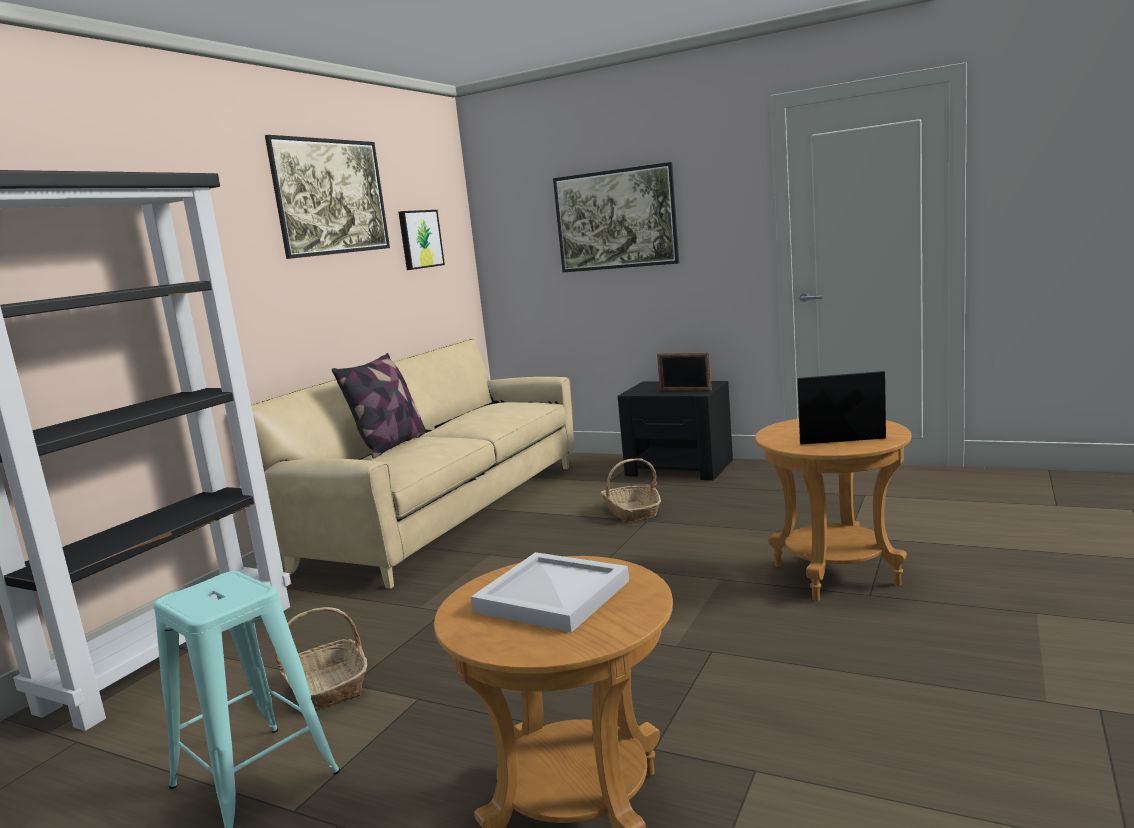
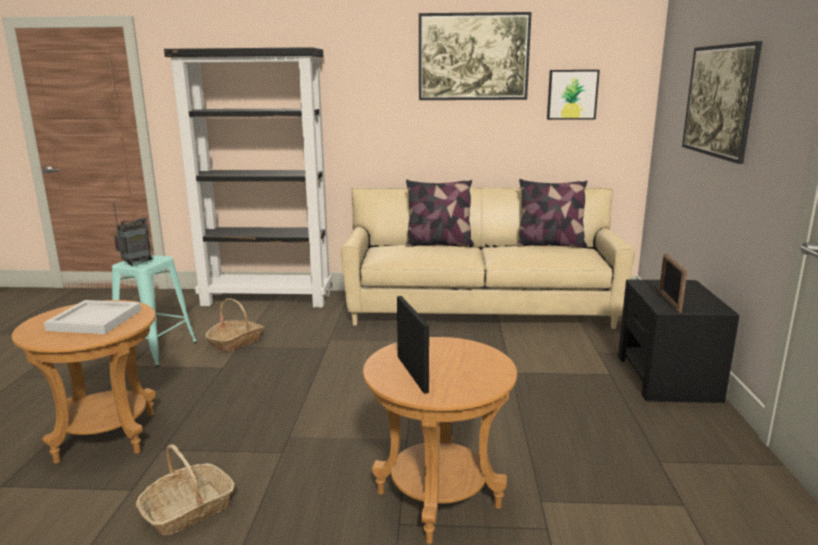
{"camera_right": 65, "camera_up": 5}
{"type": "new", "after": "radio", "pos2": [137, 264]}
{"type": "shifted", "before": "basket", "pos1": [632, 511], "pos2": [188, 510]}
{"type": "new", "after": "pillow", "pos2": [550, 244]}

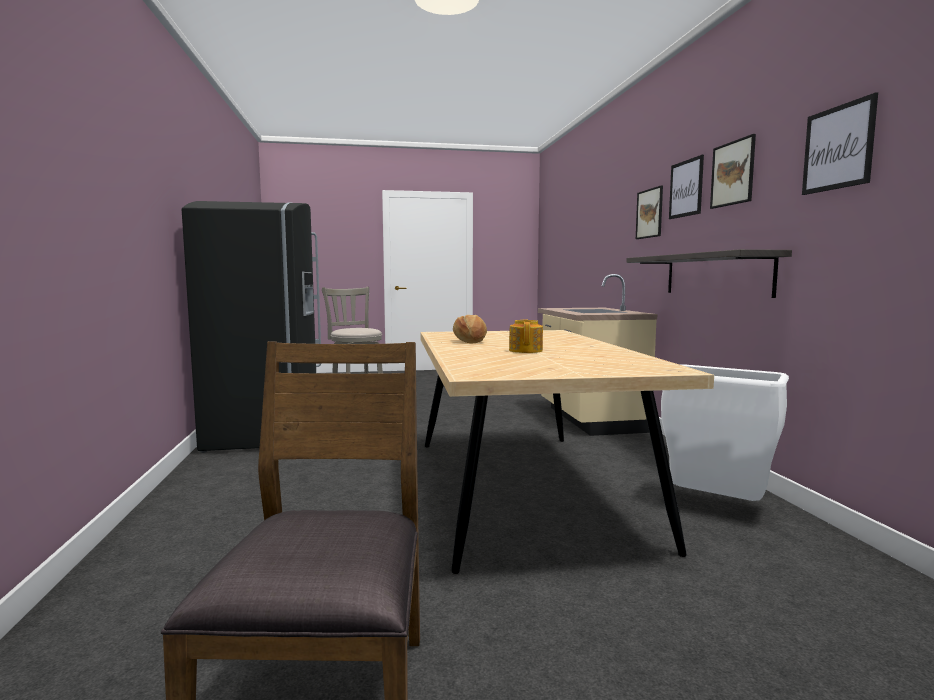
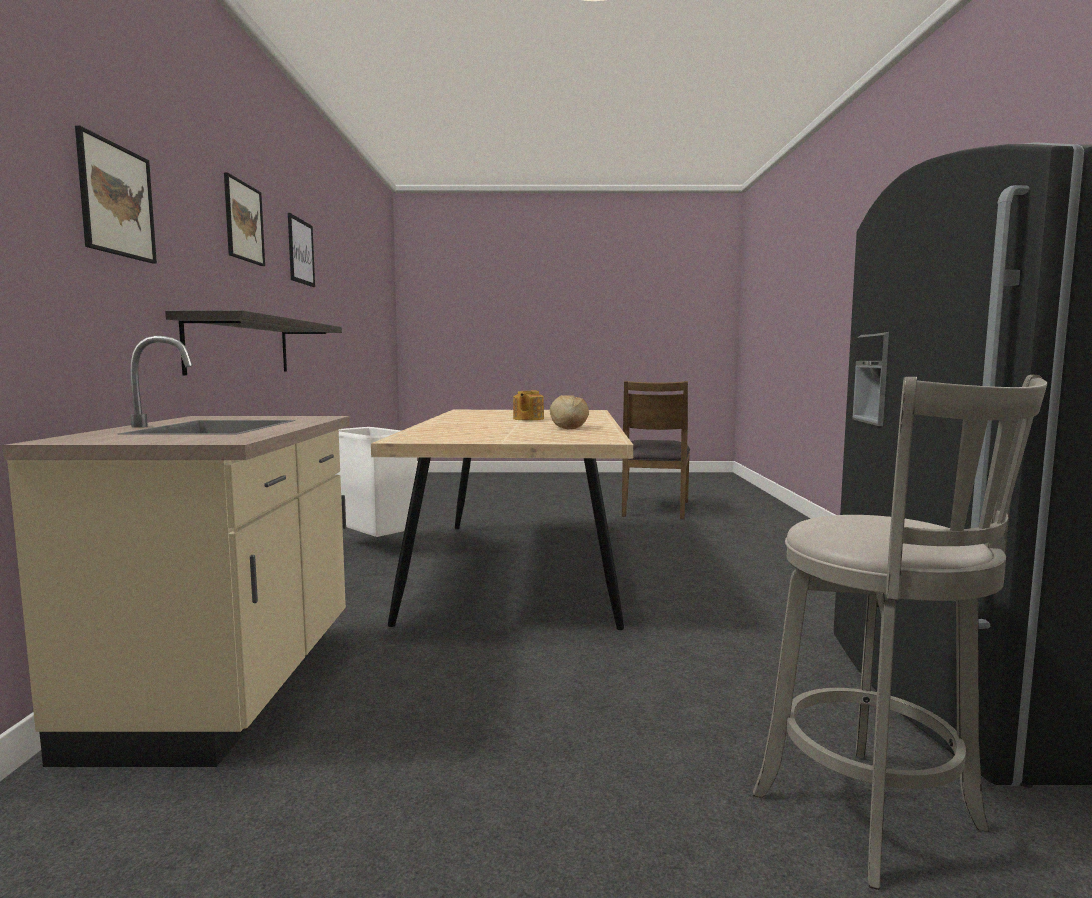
{"camera_right": -170, "camera_up": 0}
{"type": "gone", "before": "picture", "pos1": [686, 188]}

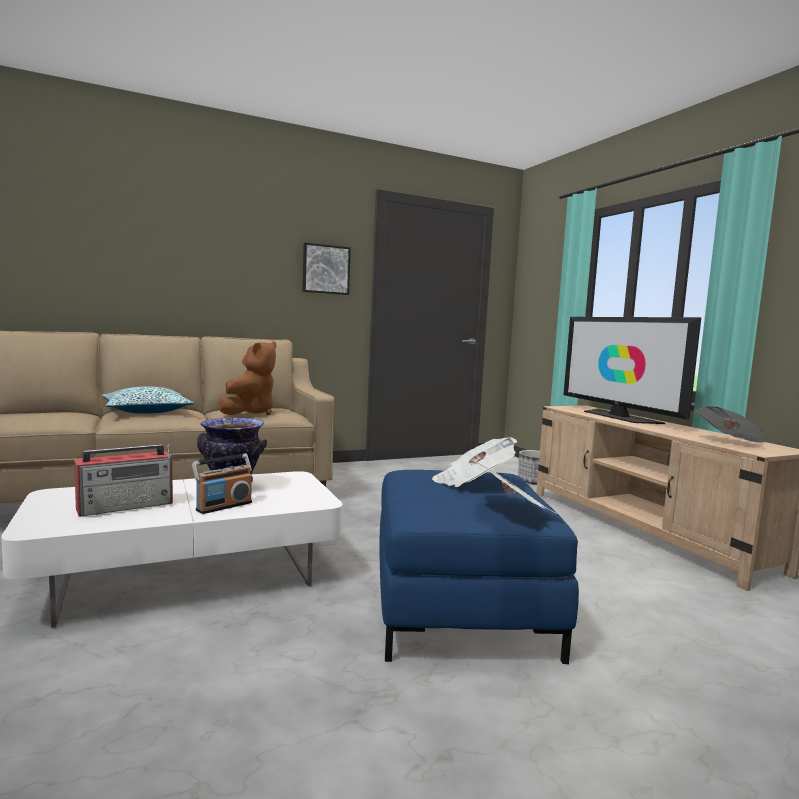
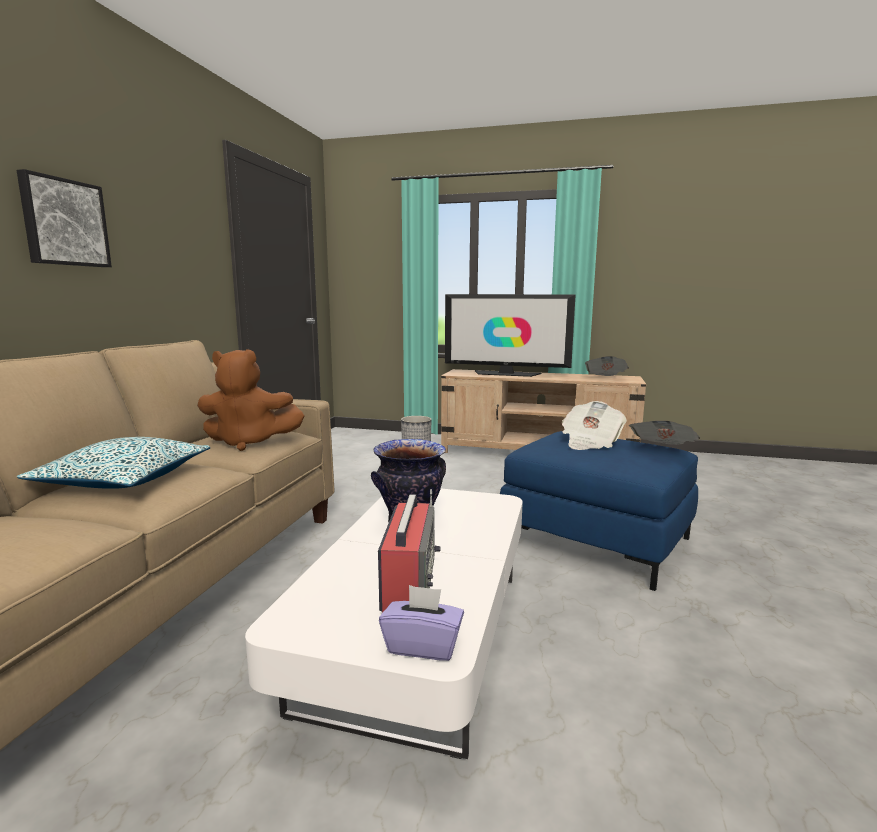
{"camera_right": -50, "camera_up": 5}
{"type": "shifted", "before": "picture", "pos1": [325, 269], "pos2": [64, 222]}
{"type": "rotated", "before": "plush toy (brown)", "pos1": [250, 413], "pos2": [249, 443], "turn": 120}
{"type": "new", "after": "tissue box (purple)", "pos2": [423, 645]}
{"type": "gone", "before": "radio", "pos1": [224, 506]}

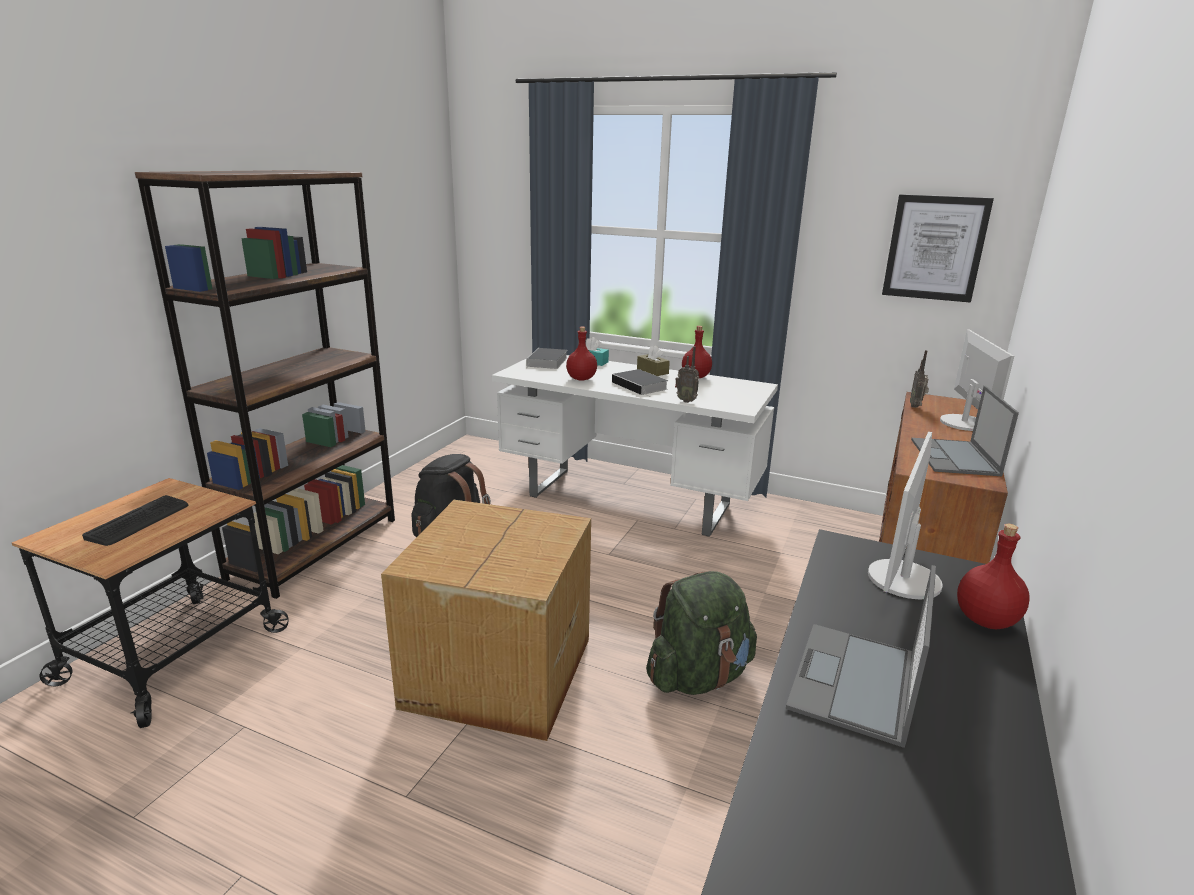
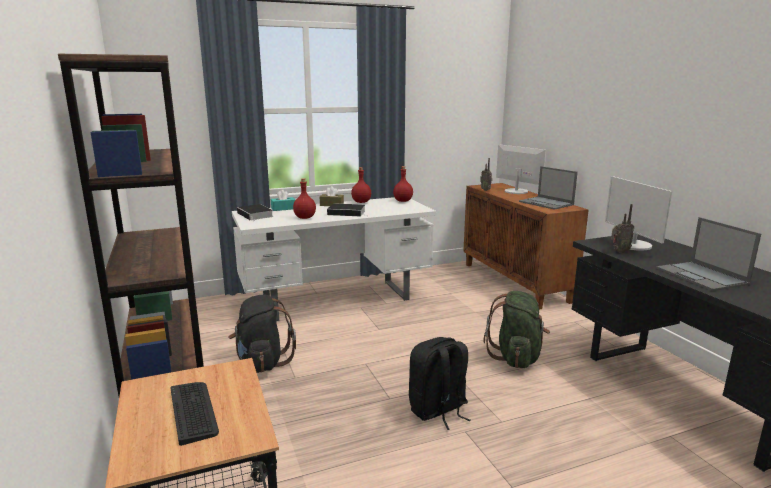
{"camera_right": -45, "camera_up": -5}
{"type": "shifted", "before": "bottle (red)", "pos1": [985, 619], "pos2": [402, 201]}
{"type": "swapped", "before": "cardboard box", "after": "backpack (black)", "pos1": [495, 673], "pos2": [438, 410]}
{"type": "shifted", "before": "radio", "pos1": [686, 401], "pos2": [619, 252]}
{"type": "gone", "before": "picture", "pos1": [935, 248]}

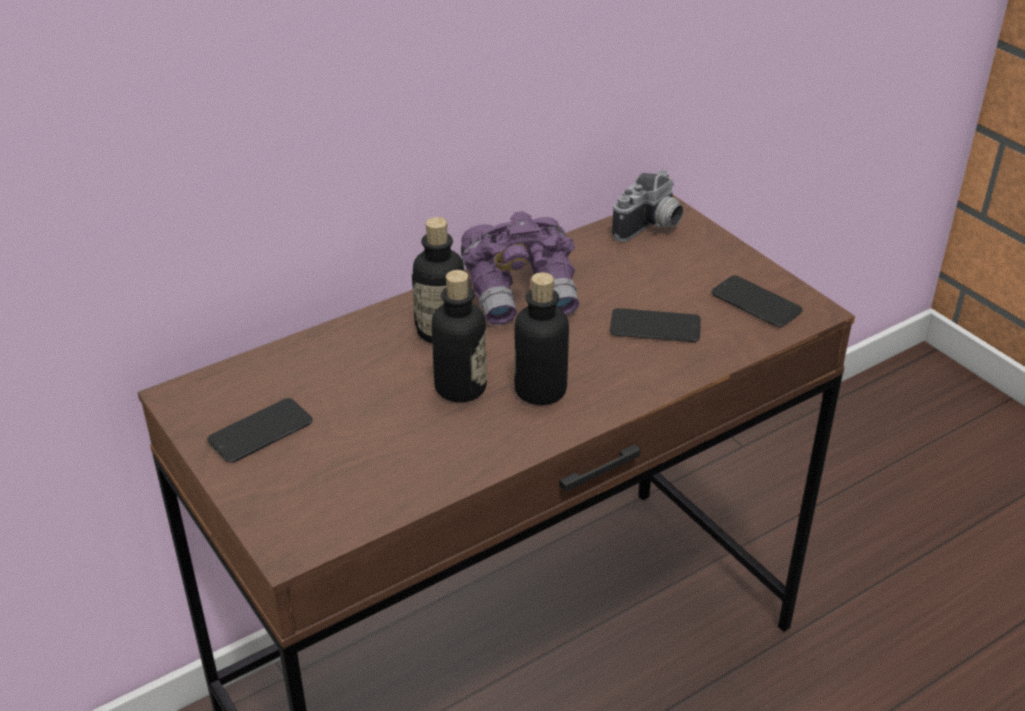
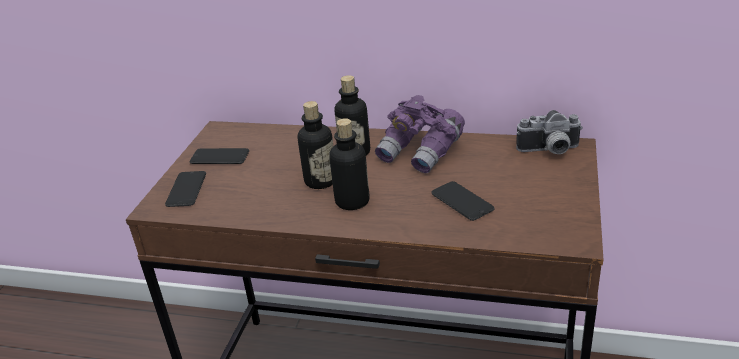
{"camera_right": 50, "camera_up": -5}
{"type": "shifted", "before": "phone", "pos1": [756, 302], "pos2": [186, 189]}

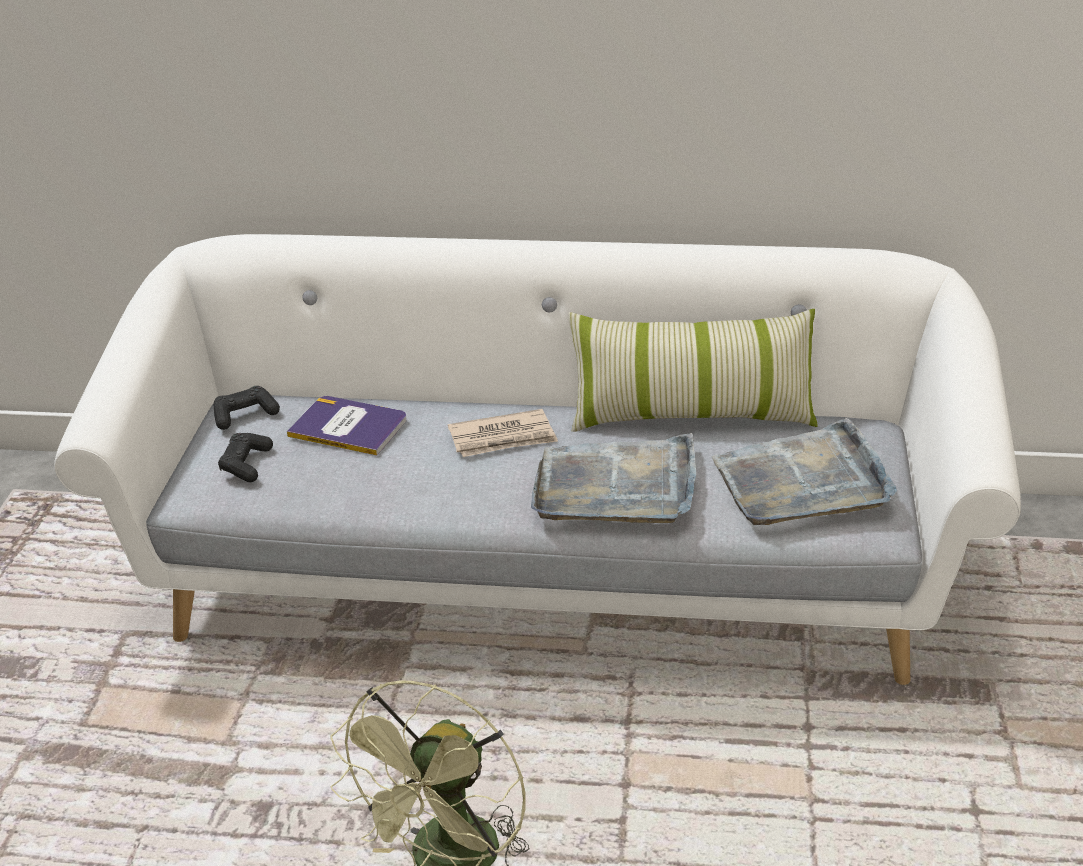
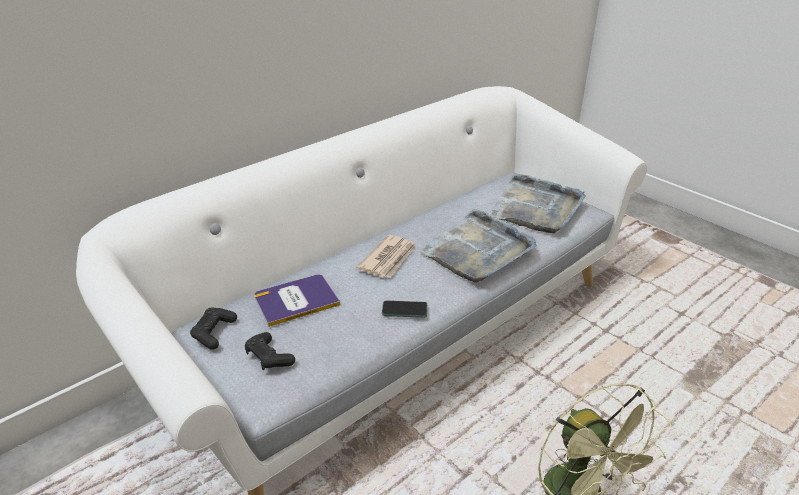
{"camera_right": -50, "camera_up": 0}
{"type": "new", "after": "phone", "pos2": [404, 310]}
{"type": "gone", "before": "pillow", "pos1": [691, 415]}

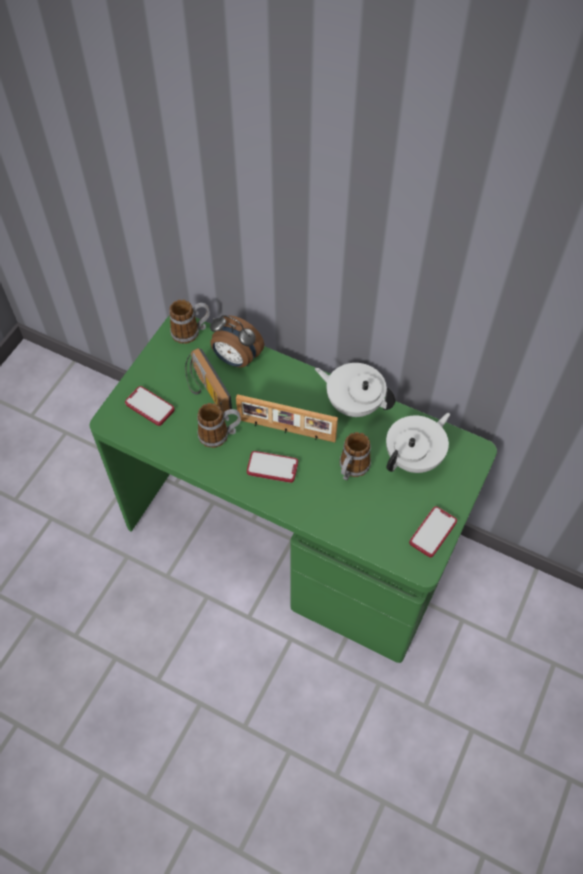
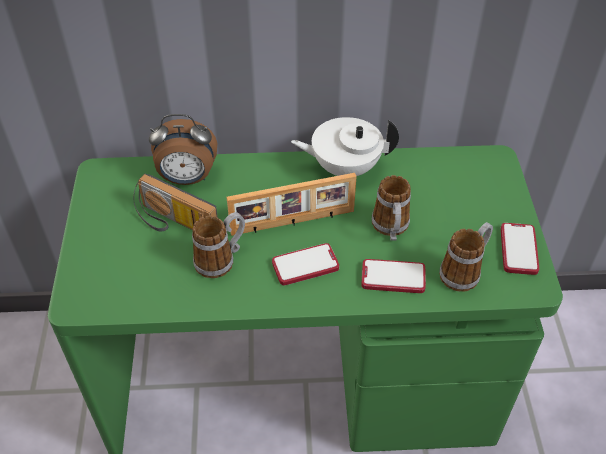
{"camera_right": -30, "camera_up": -10}
{"type": "shifted", "before": "phone", "pos1": [150, 406], "pos2": [393, 277]}
{"type": "shifted", "before": "mug", "pos1": [191, 332], "pos2": [464, 271]}
{"type": "gone", "before": "teapot (white)", "pos1": [414, 457]}

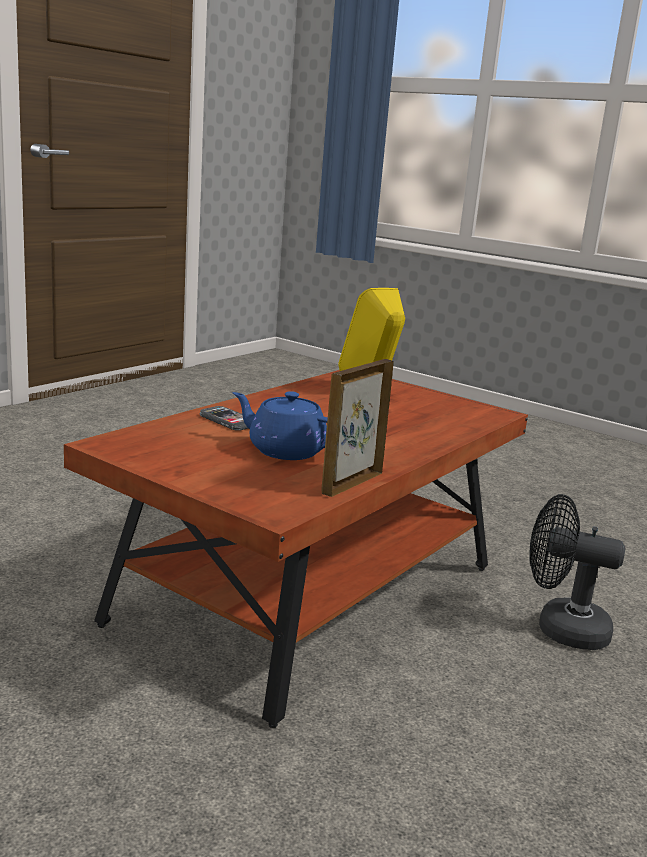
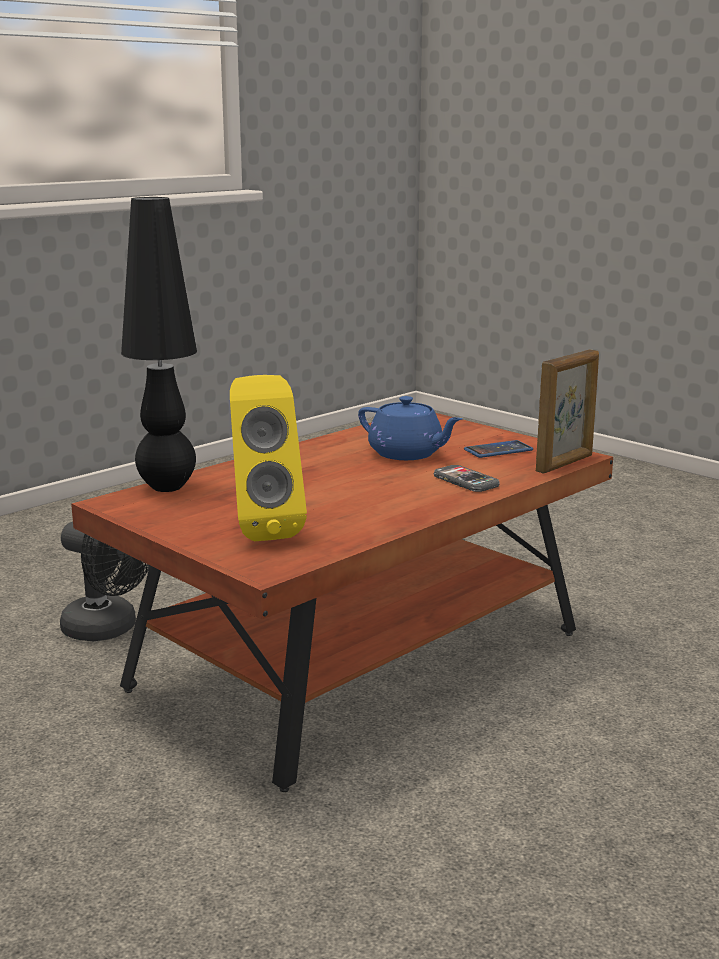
{"camera_right": -170, "camera_up": 0}
{"type": "new", "after": "table lamp (black)", "pos2": [167, 487]}
{"type": "new", "after": "phone", "pos2": [498, 450]}
{"type": "shifted", "before": "picture frame", "pos1": [351, 483], "pos2": [565, 464]}

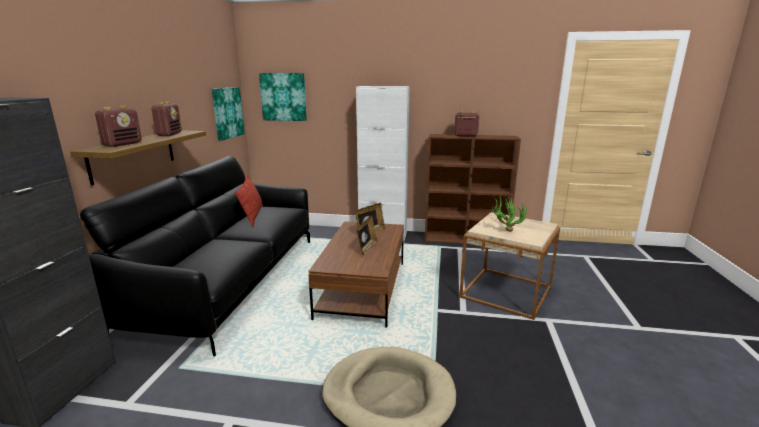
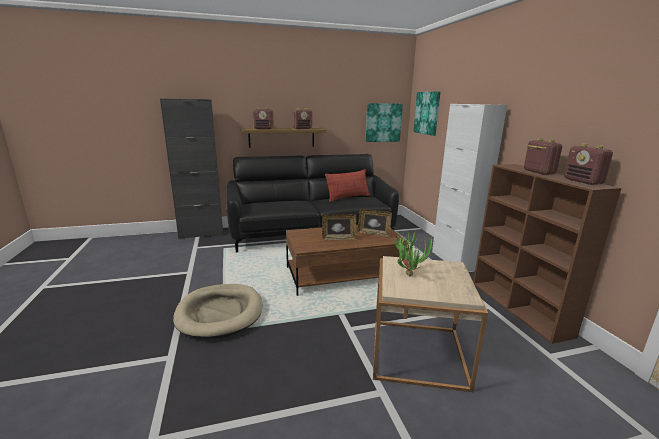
{"camera_right": 65, "camera_up": 0}
{"type": "new", "after": "radio", "pos2": [583, 181]}

